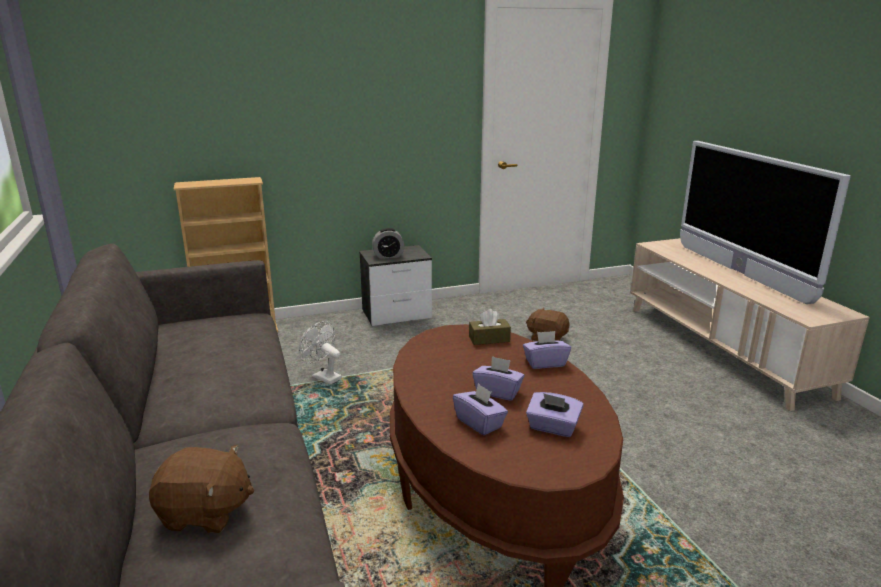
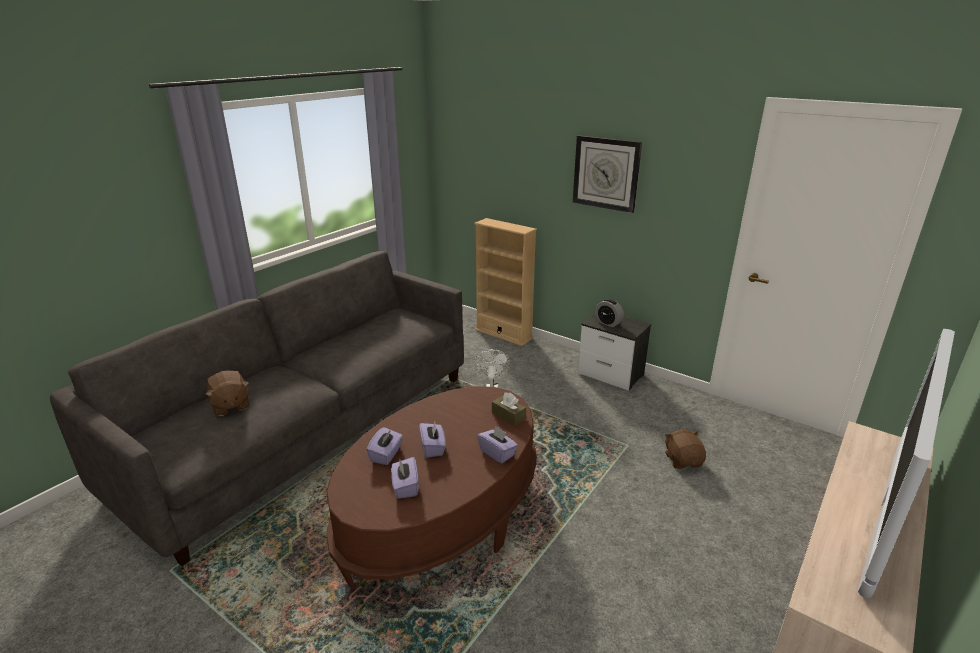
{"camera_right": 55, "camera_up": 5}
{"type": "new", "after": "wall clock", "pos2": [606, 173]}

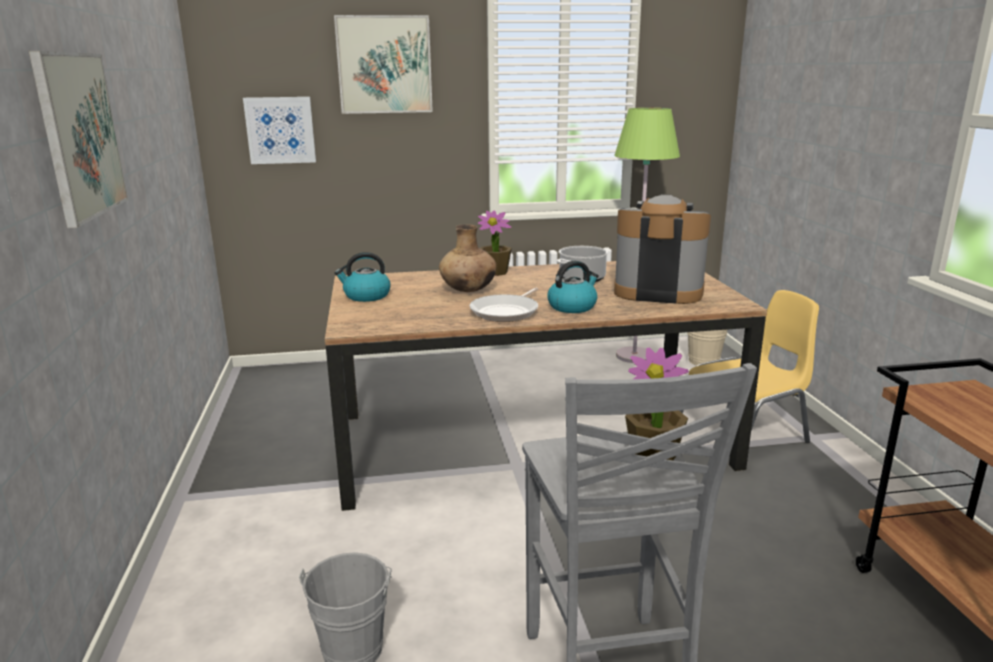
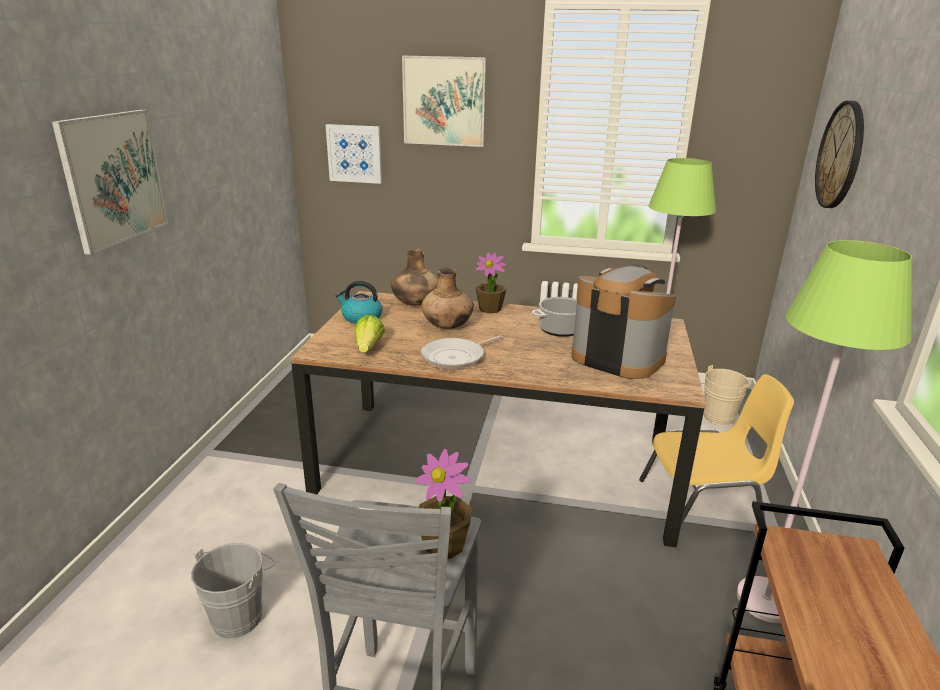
{"camera_right": 20, "camera_up": 5}
{"type": "new", "after": "lettuce", "pos2": [368, 348]}
{"type": "new", "after": "vase (brown)", "pos2": [415, 304]}
{"type": "new", "after": "floor lamp (green)", "pos2": [765, 600]}
{"type": "new", "after": "wall clock", "pos2": [840, 155]}
{"type": "gone", "before": "kettle", "pos1": [572, 306]}

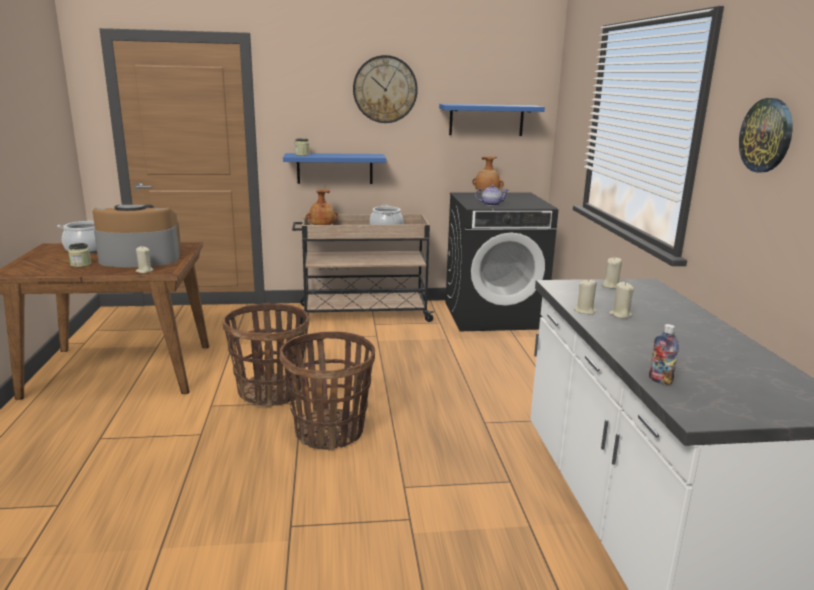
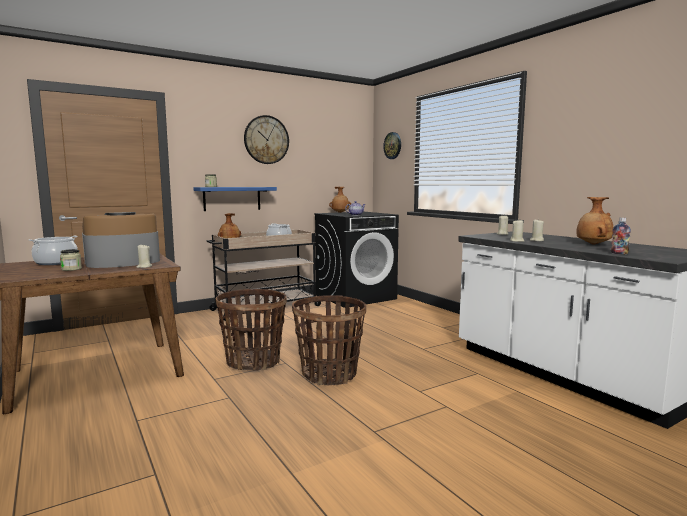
{"camera_right": -25, "camera_up": -10}
{"type": "shifted", "before": "wall clock", "pos1": [766, 135], "pos2": [392, 145]}
{"type": "new", "after": "vase (brown)", "pos2": [592, 244]}
{"type": "gone", "before": "shelf (blue)", "pos1": [486, 120]}

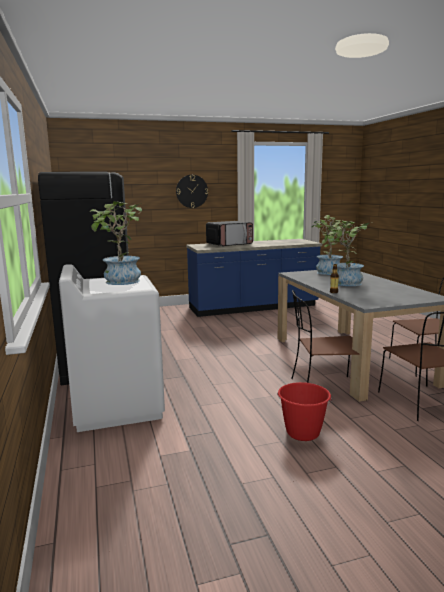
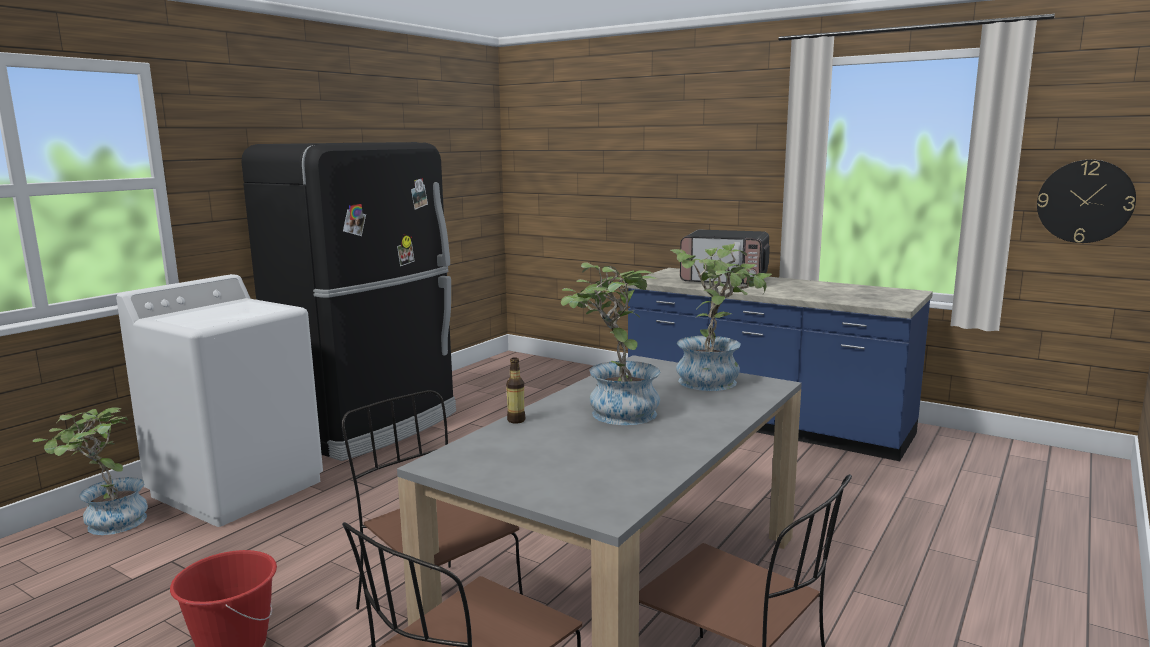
{"camera_right": 50, "camera_up": 0}
{"type": "shifted", "before": "potted plant", "pos1": [120, 282], "pos2": [107, 524]}
{"type": "shifted", "before": "wall clock", "pos1": [192, 191], "pos2": [1085, 201]}

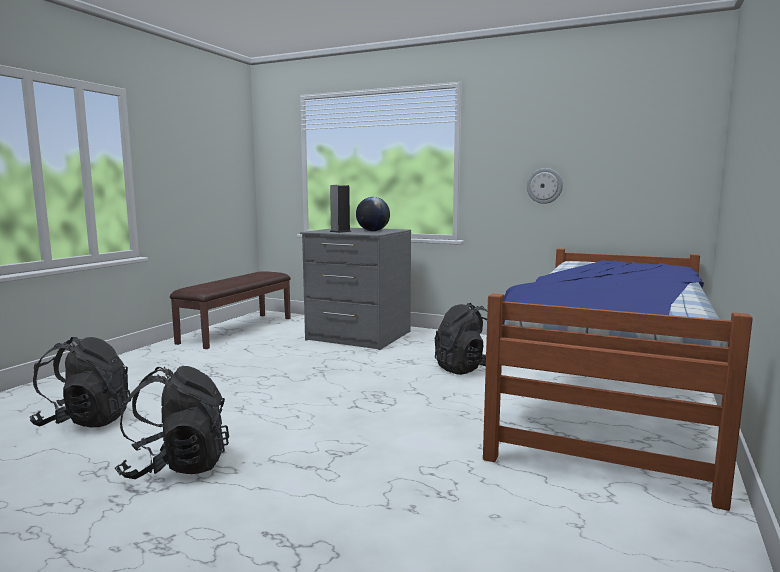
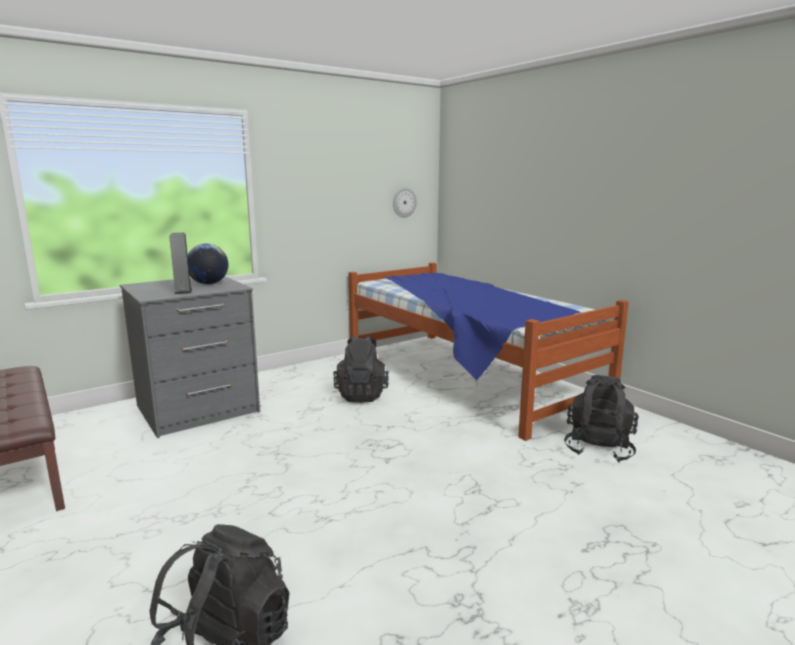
{"camera_right": -60, "camera_up": 5}
{"type": "shifted", "before": "wall clock", "pos1": [544, 186], "pos2": [404, 202]}
{"type": "shifted", "before": "backpack (black)", "pos1": [177, 466], "pos2": [598, 448]}

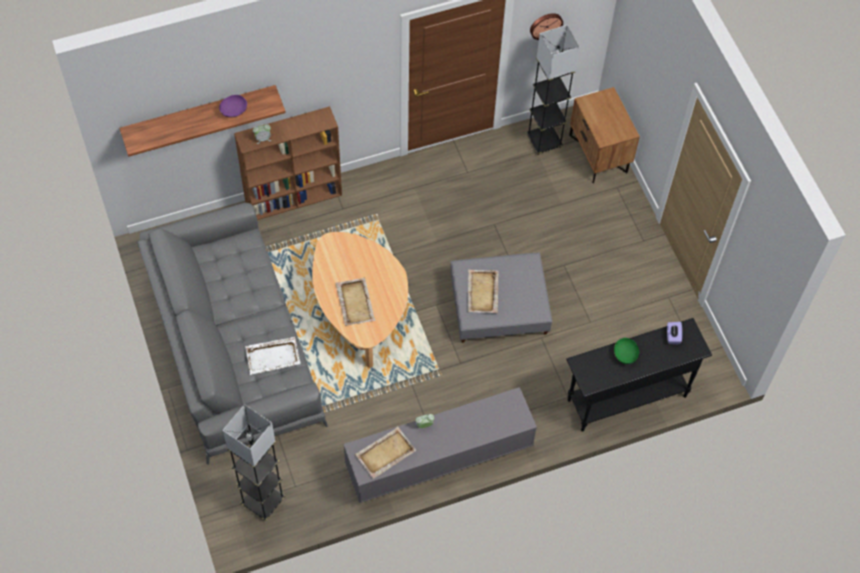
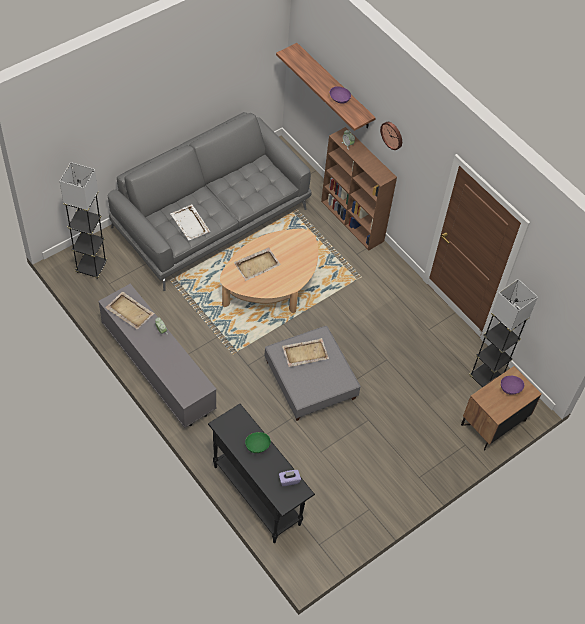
{"camera_right": 70, "camera_up": -5}
{"type": "shifted", "before": "wall clock", "pos1": [545, 25], "pos2": [392, 135]}
{"type": "new", "after": "bowl (purple)", "pos2": [510, 388]}

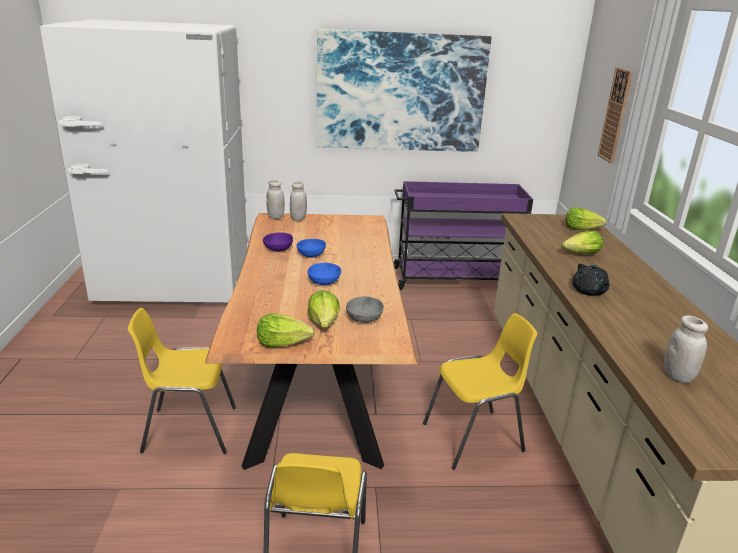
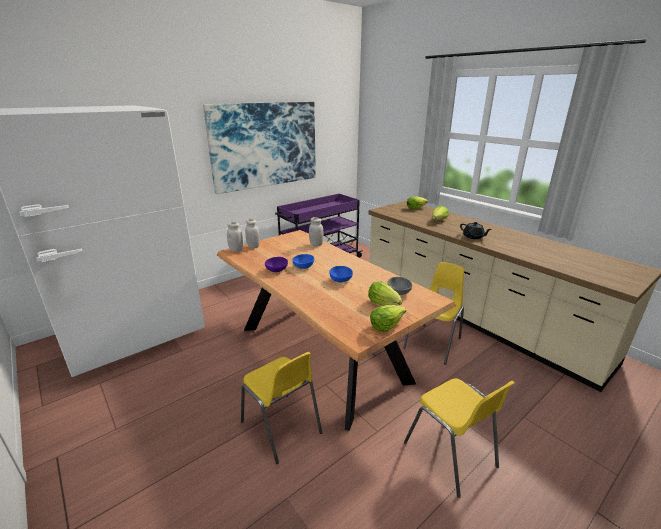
{"camera_right": -35, "camera_up": 0}
{"type": "rotated", "before": "chair (yellow)", "pos1": [189, 430], "pos2": [281, 427], "turn": -90}
{"type": "shifted", "before": "jar (white)", "pos1": [677, 376], "pos2": [316, 244]}
{"type": "gone", "before": "wall clock", "pos1": [615, 115]}

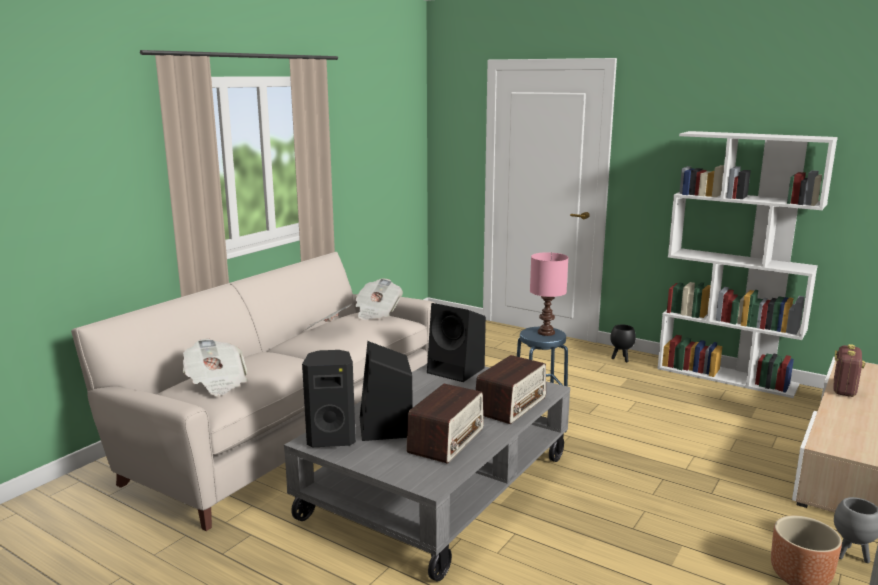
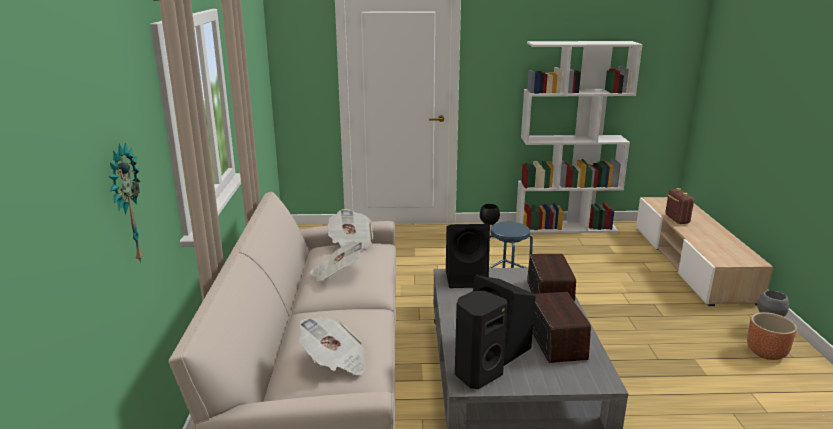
{"camera_right": -35, "camera_up": 5}
{"type": "new", "after": "wall clock", "pos2": [124, 205]}
{"type": "gone", "before": "table lamp (pink)", "pos1": [545, 332]}

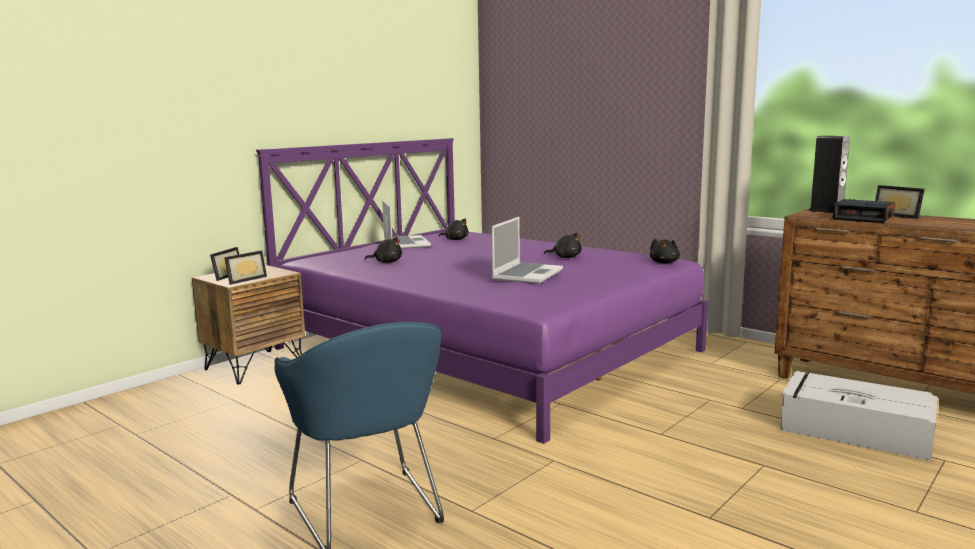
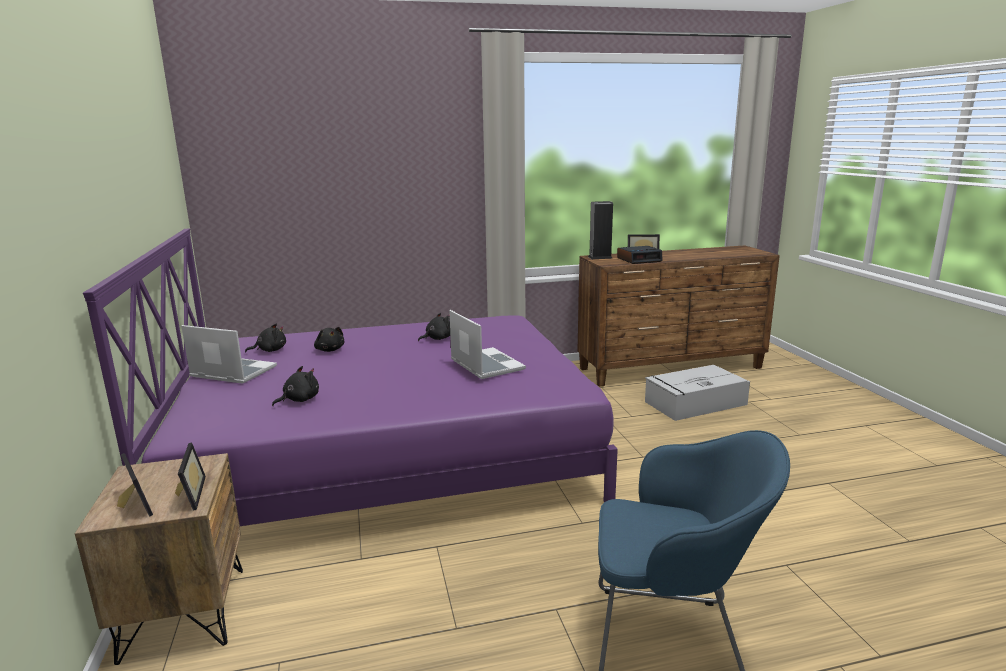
{"camera_right": -55, "camera_up": 5}
{"type": "shifted", "before": "plush toy (black)", "pos1": [664, 262], "pos2": [330, 350]}

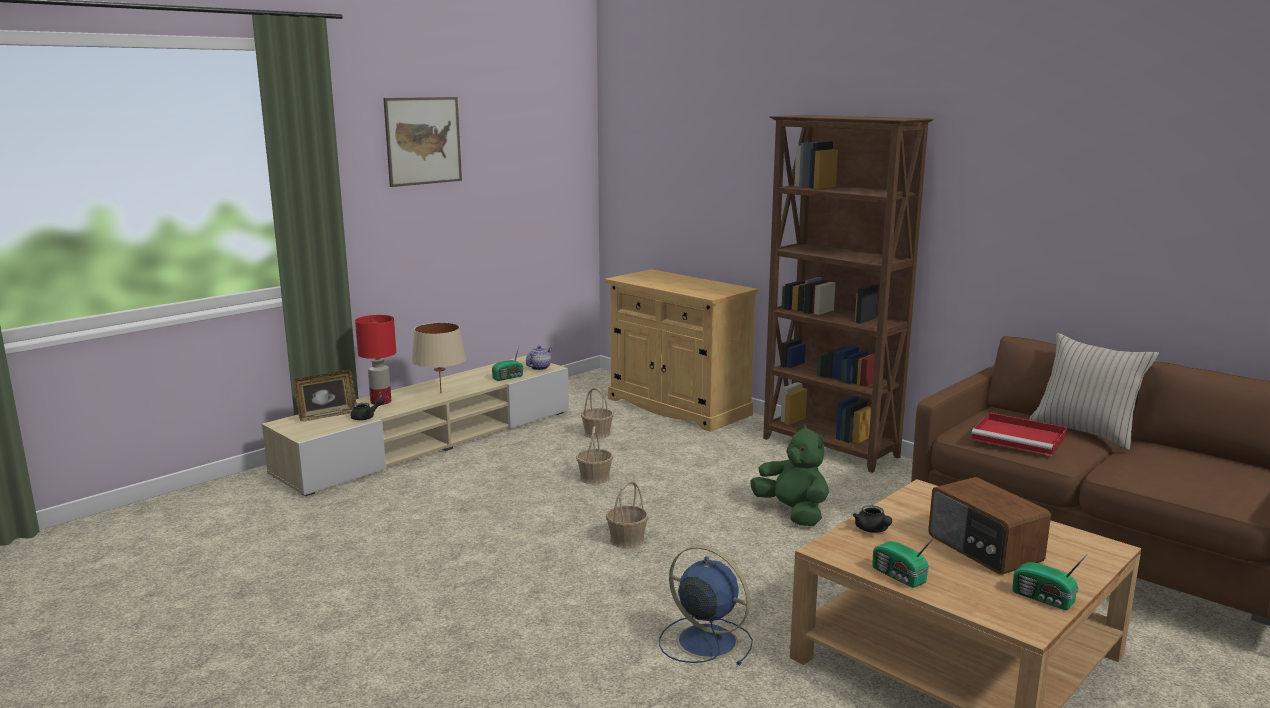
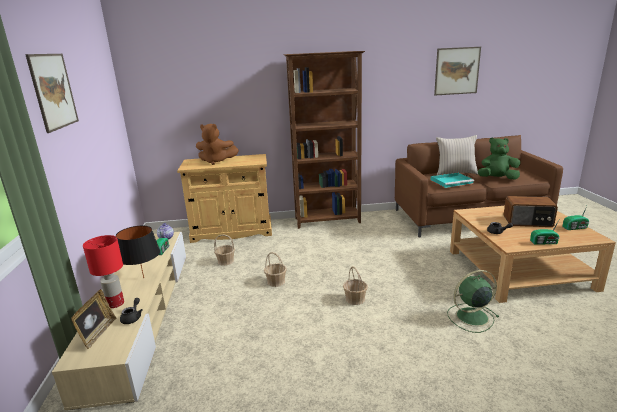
{"camera_right": -50, "camera_up": 5}
{"type": "repainted", "before": "table lamp (beige)", "after": "table lamp (black)", "pos1": [441, 393], "pos2": [144, 278]}
{"type": "new", "after": "plush toy (brown)", "pos2": [216, 161]}
{"type": "repainted", "before": "tray (red)", "after": "tray (turquoise)", "pos1": [1020, 438], "pos2": [452, 181]}
{"type": "new", "after": "picture", "pos2": [457, 71]}
{"type": "repainted", "before": "fan (blue)", "after": "fan (green)", "pos1": [704, 640], "pos2": [470, 317]}
{"type": "shifted", "before": "plush toy (green)", "pos1": [792, 513], "pos2": [497, 179]}

